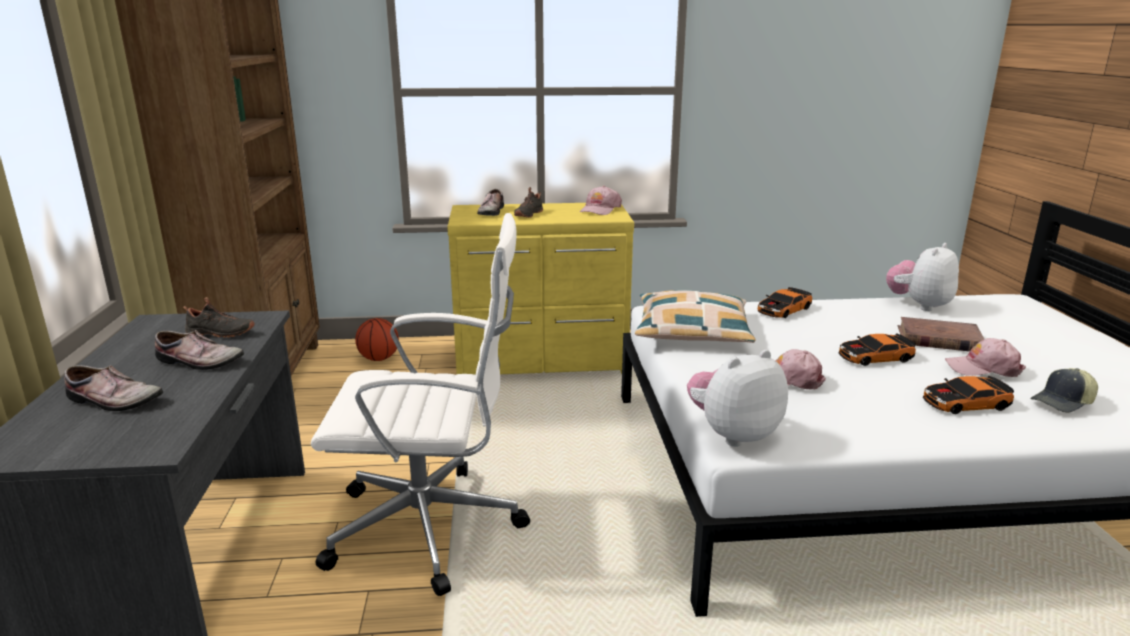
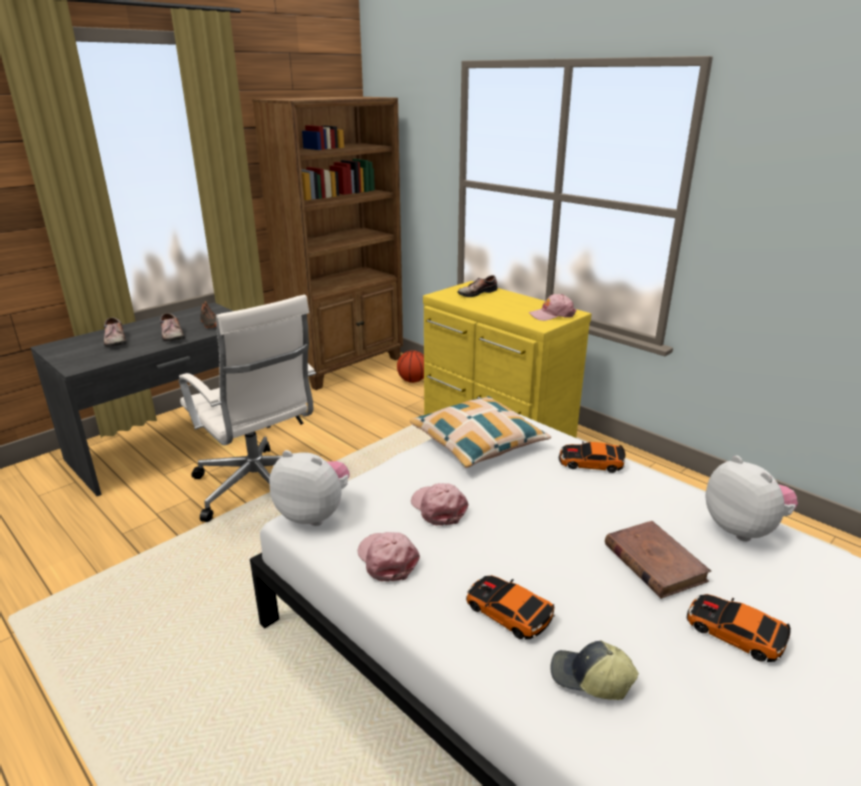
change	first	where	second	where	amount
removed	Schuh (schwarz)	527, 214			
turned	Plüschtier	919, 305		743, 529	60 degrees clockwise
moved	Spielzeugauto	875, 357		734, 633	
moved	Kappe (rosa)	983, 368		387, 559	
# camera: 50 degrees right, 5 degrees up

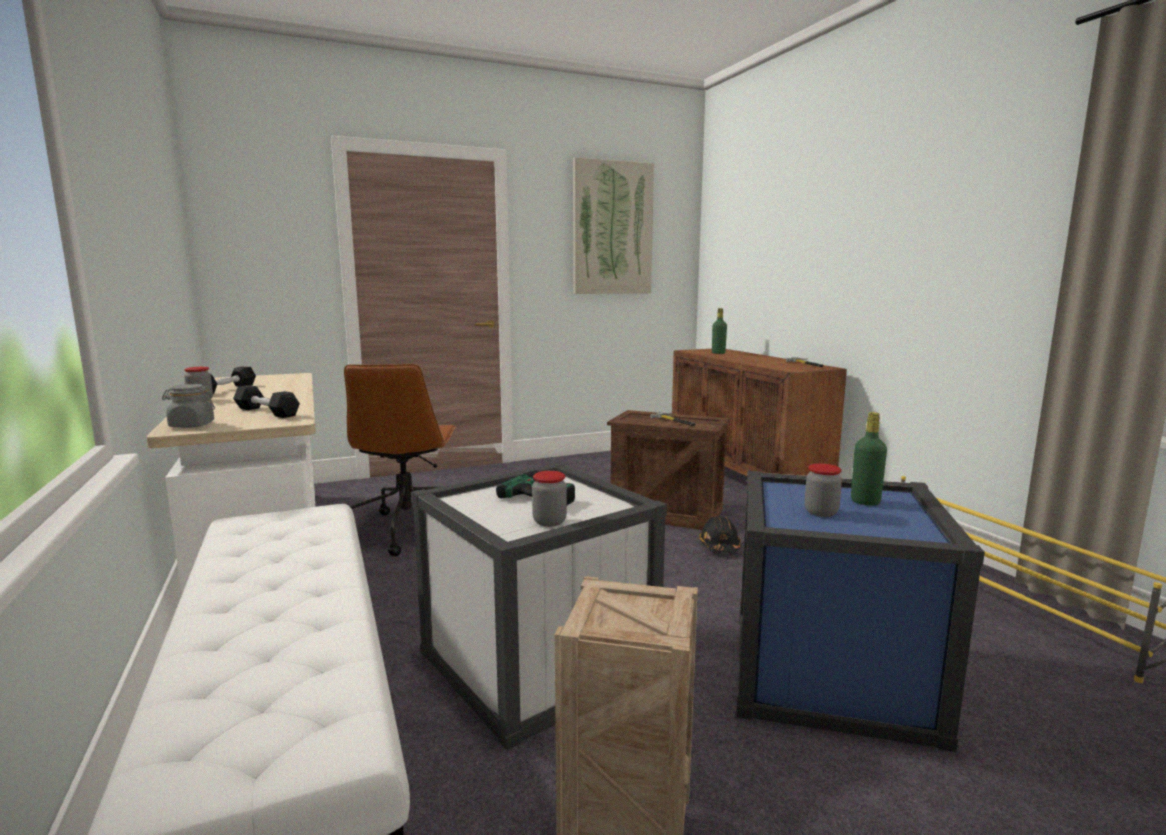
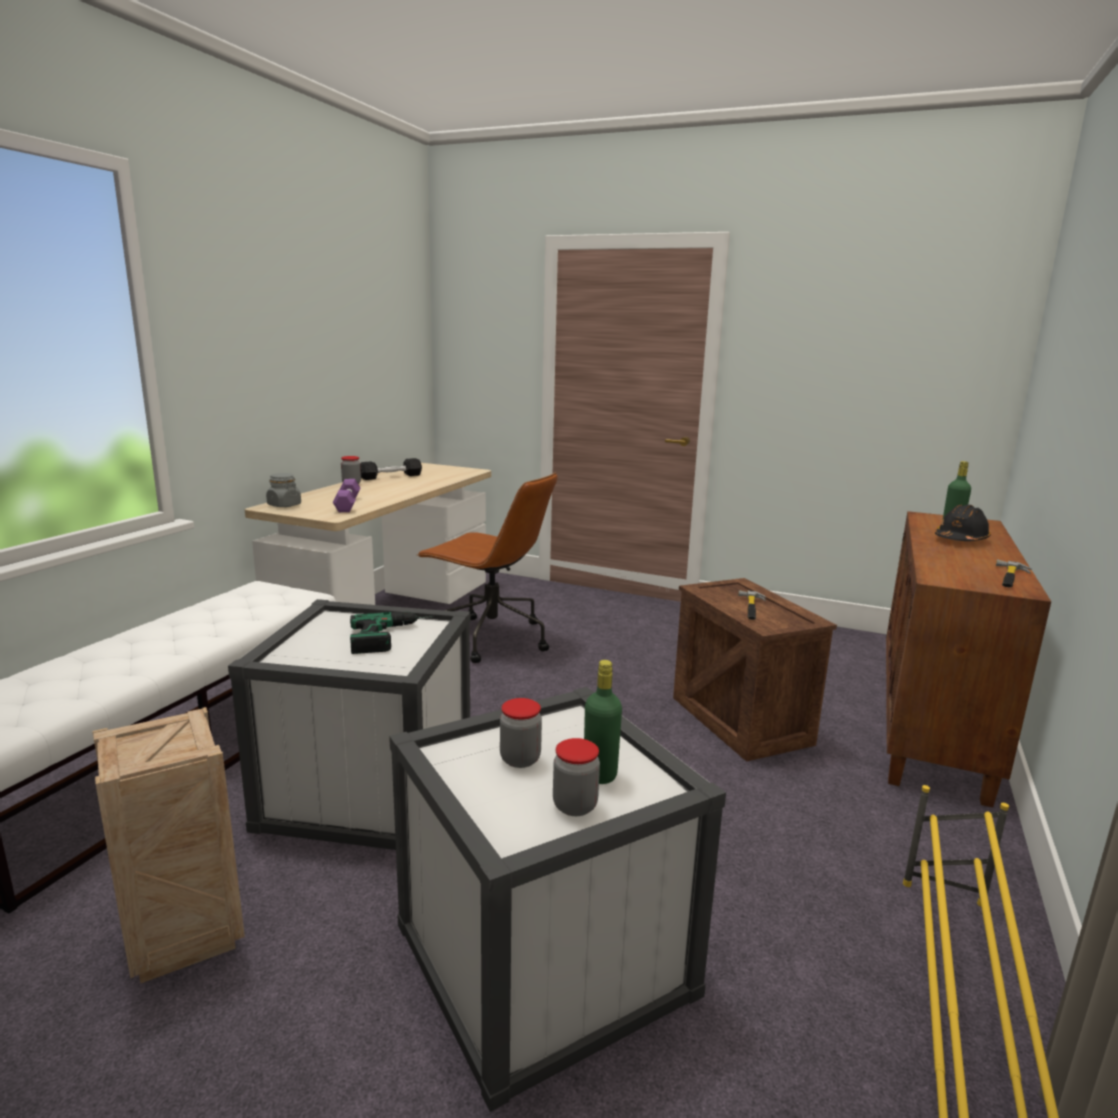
change	first	where	second	where	amount
removed	Bild	612, 228			
turned	Bürostuhl (braun)	407, 530		490, 638	105 degrees counterclockwise
recoloured	Hantel (schwarz)	267, 412	Hantel (lila)	347, 504	
moved	Vorratsglas	549, 522		575, 806	
recoloured	Aufbewahrungsbox (blau)	830, 673	Aufbewahrungsbox (weiß)	544, 959	
moved	Schutzhelm (schwarz)	719, 546		960, 540	
# camera: 45 degrees right, 5 degrees up

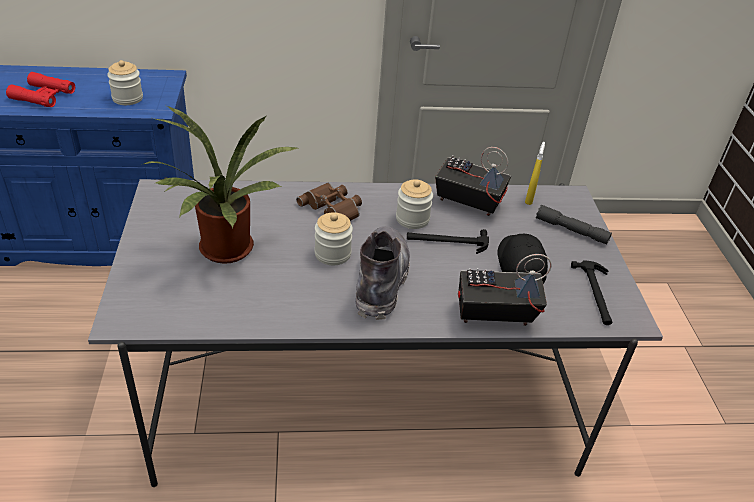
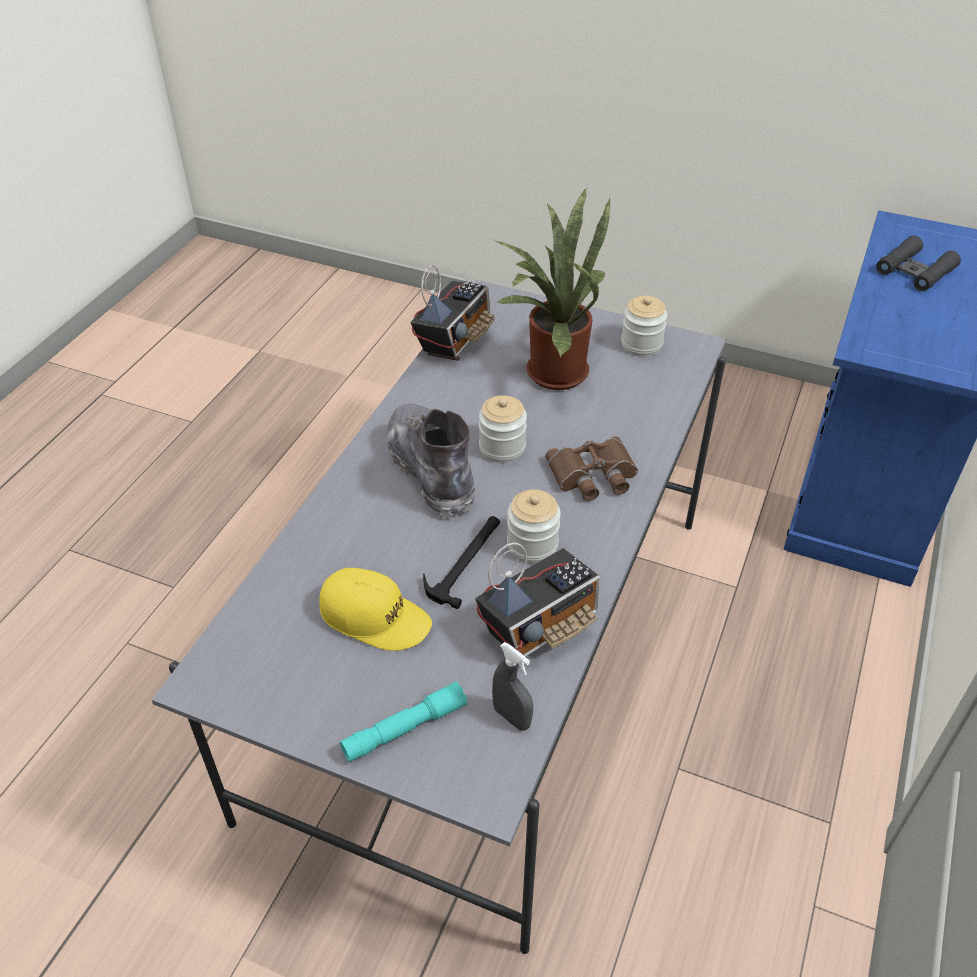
change	first	where	second	where	amount
moved	Vorratsglas	127, 98		641, 344	
recoloured	Fernglas (rot)	43, 96	Fernglas (schwarz)	915, 271	
recoloured	Sprühflasche (gelb)	529, 199	Sprühflasche (grau)	512, 717	
recoloured	Taschenlampe (grau)	571, 230	Taschenlampe (türkis)	404, 728	
turned	Stiefel (grau)	380, 281		431, 470	150 degrees counterclockwise
recoloured	Kappe (schwarz)	520, 264	Kappe (gelb)	375, 617	
moved	Radio	493, 315		455, 340	
removed	Hammer	596, 294			
# camera: 120 degrees right, 5 degrees up

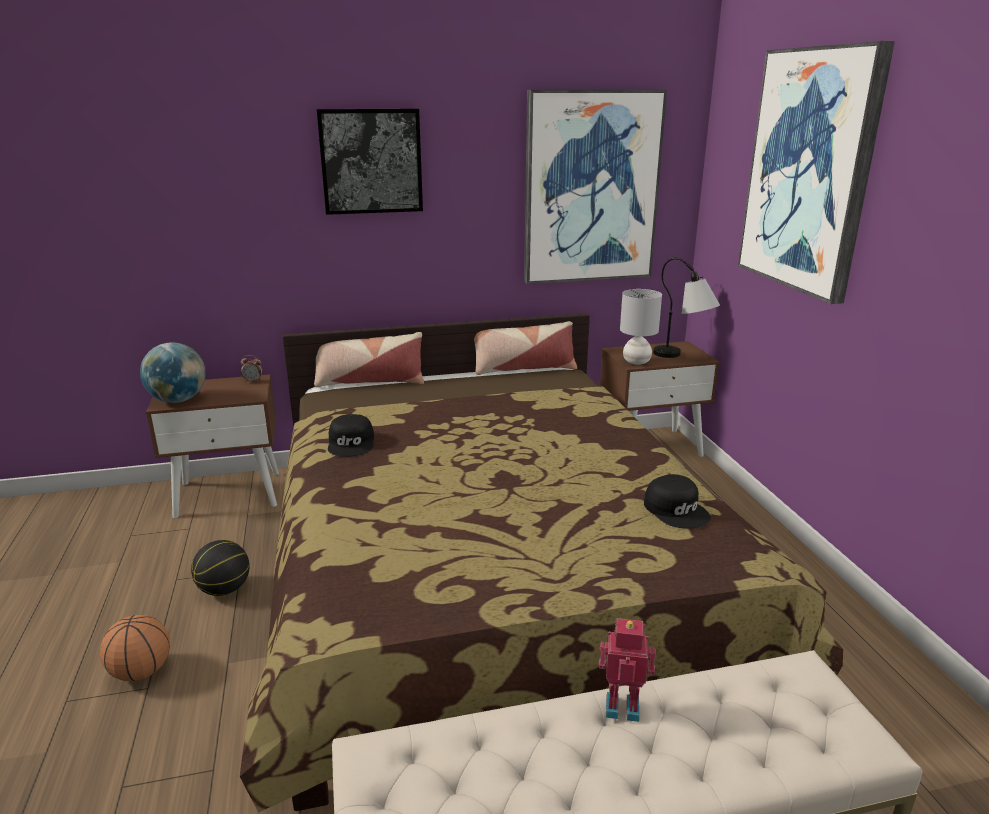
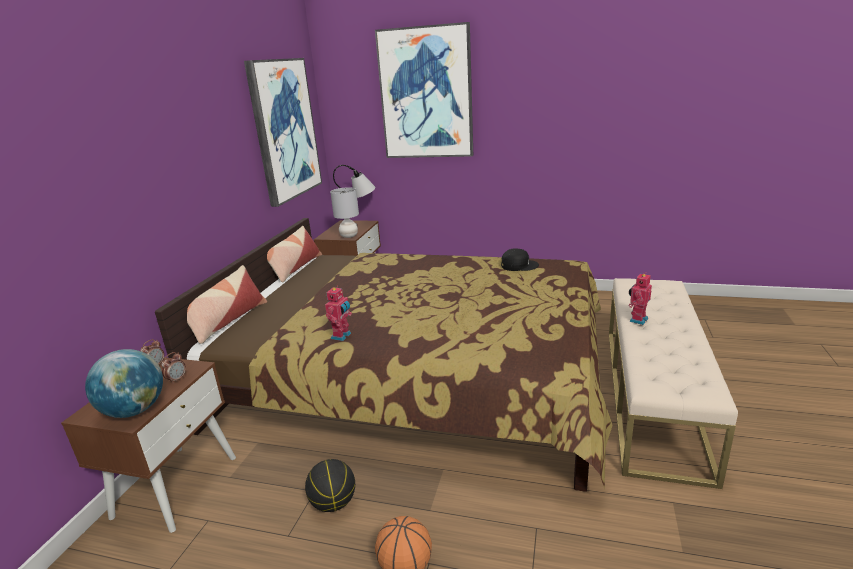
change	first	where	second	where	amount
removed	Bild	371, 161			
replaced	Kappe (schwarz)	352, 443	Spielzeugroboter	342, 336	
added			Wecker	177, 379	
# camera: 60 degrees left, 0 degrees up

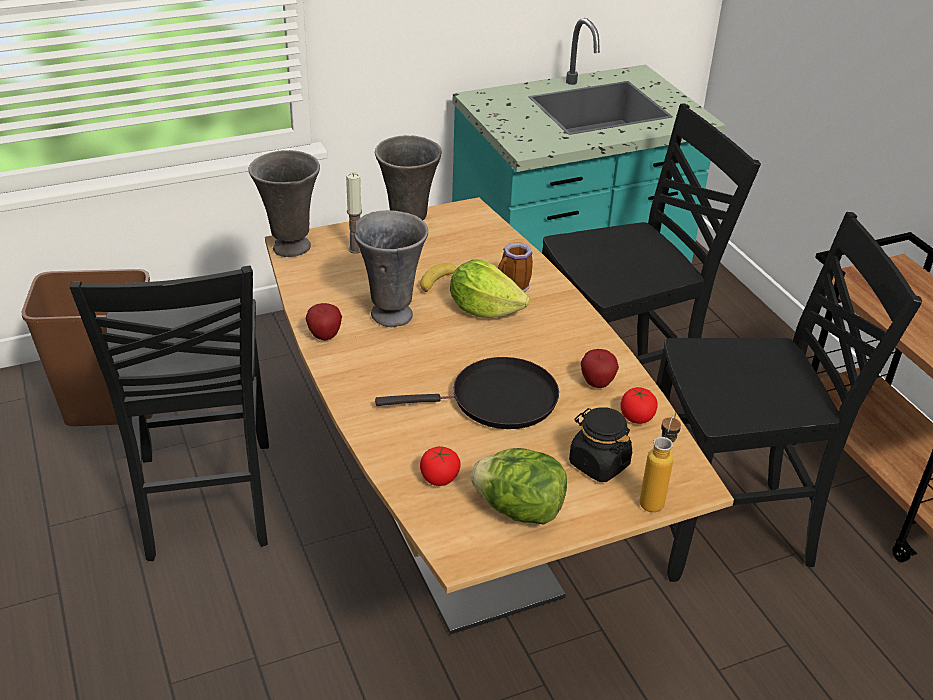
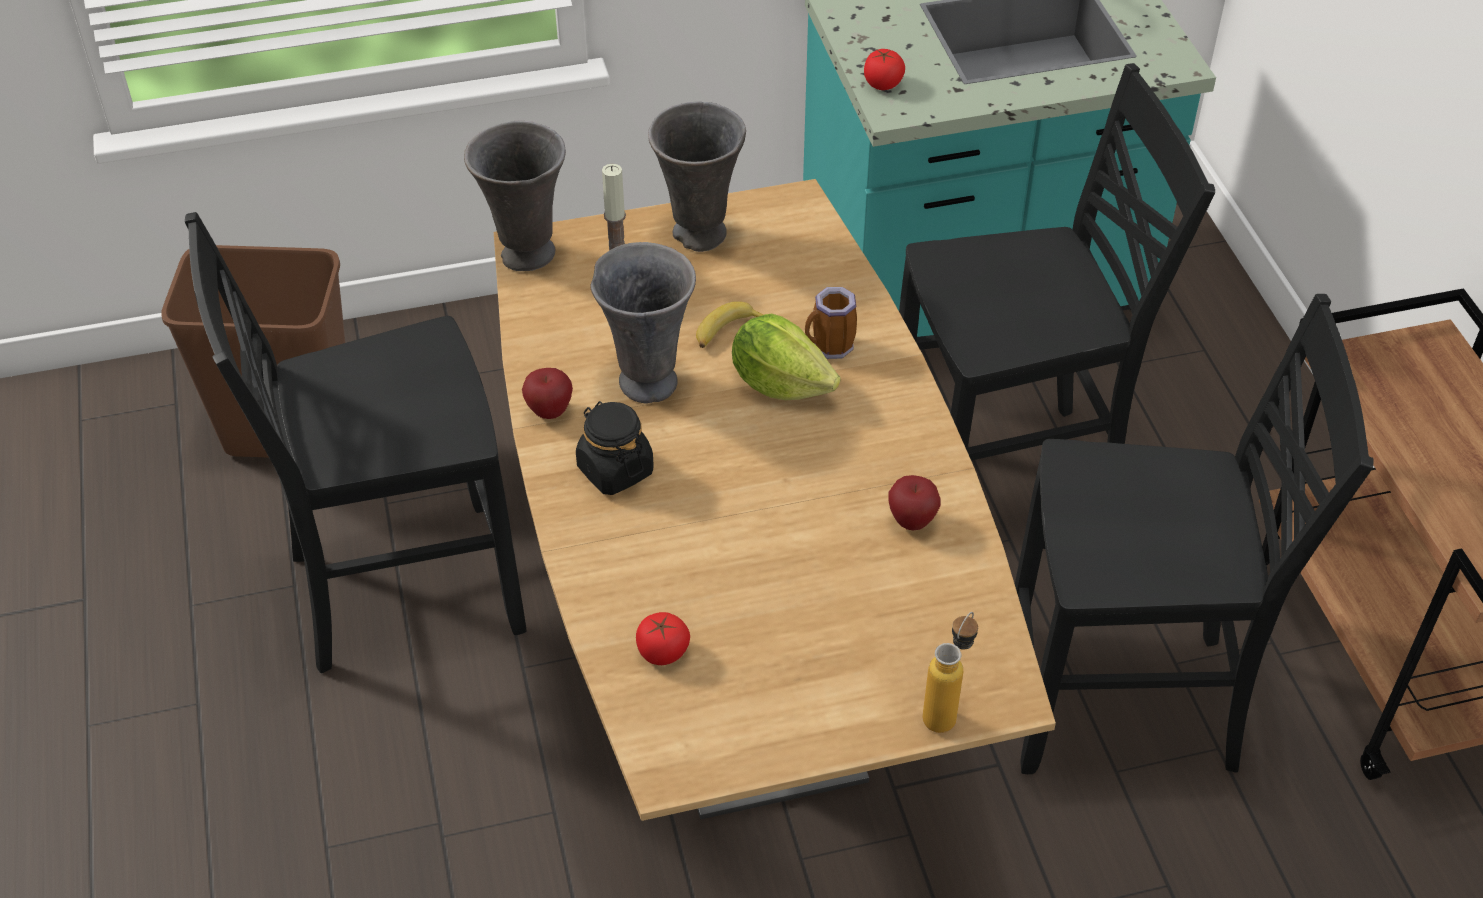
change	first	where	second	where	amount
turned	Stuhl (schwarz)	205, 502		401, 589	75 degrees clockwise
removed	Pfanne (schwarz)	496, 400			
moved	Tomate	636, 417		883, 84	
moved	Vorratsglas (schwarz)	598, 464		615, 470	
removed	Salatkopf	519, 510			
# camera: 10 degrees right, 10 degrees up

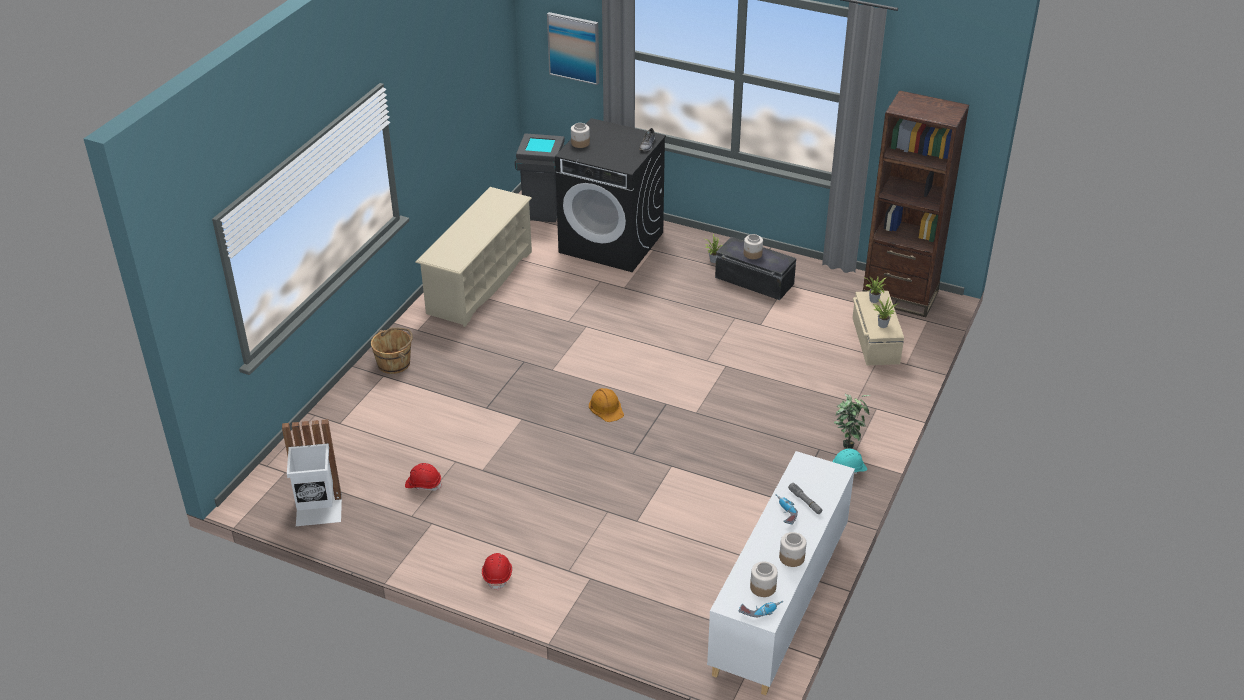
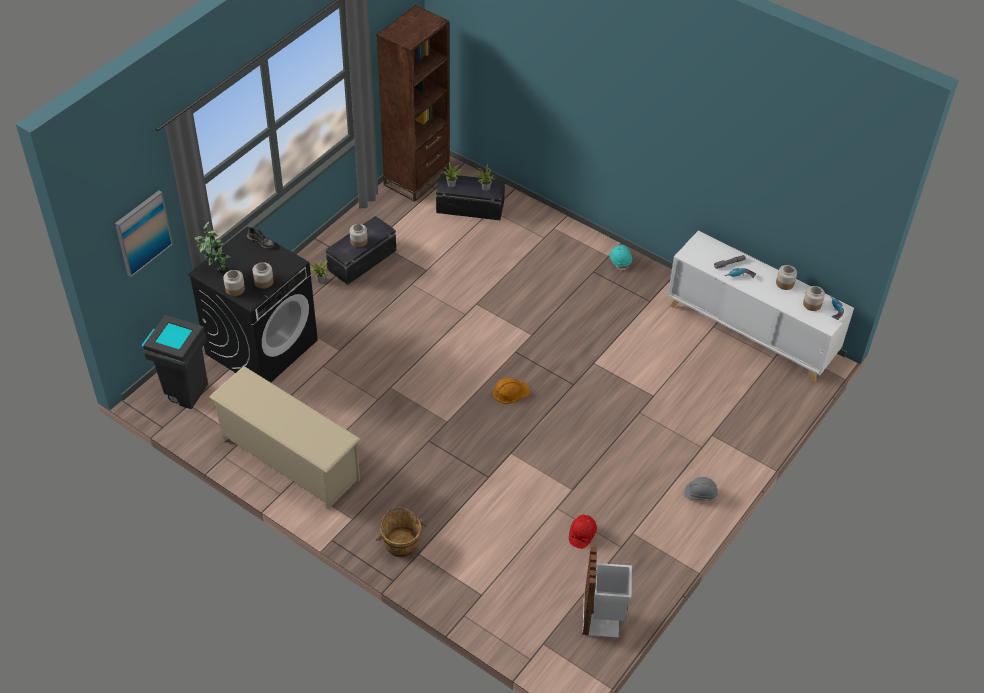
change	first	where	second	where	amount
recoloured	Aufbewahrungsbox (beige)	874, 340	Aufbewahrungsbox (schwarz)	470, 207	
moved	Topfpflanze	848, 442		216, 270	
recoloured	Schutzhelm (rot)	497, 575	Schutzhelm (grau)	700, 494	
added			Vorratsglas	263, 282	
# camera: 80 degrees left, 10 degrees up

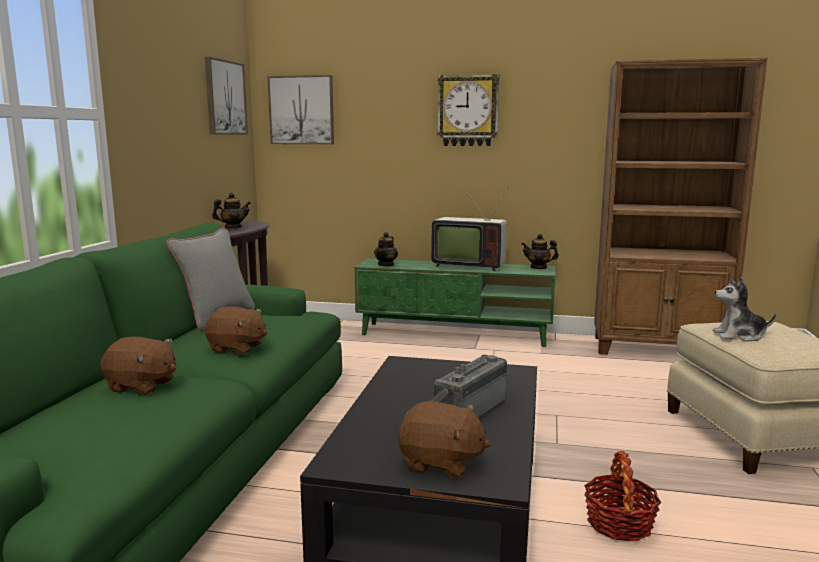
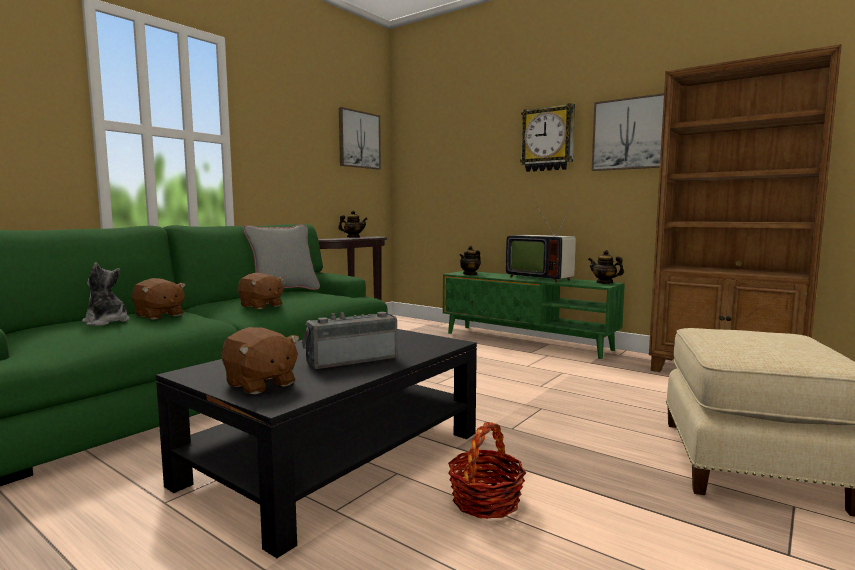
change	first	where	second	where	amount
moved	Bild	301, 110		628, 134	
moved	Plüschtier	739, 336		106, 322	
# camera: 25 degrees right, 5 degrees down

